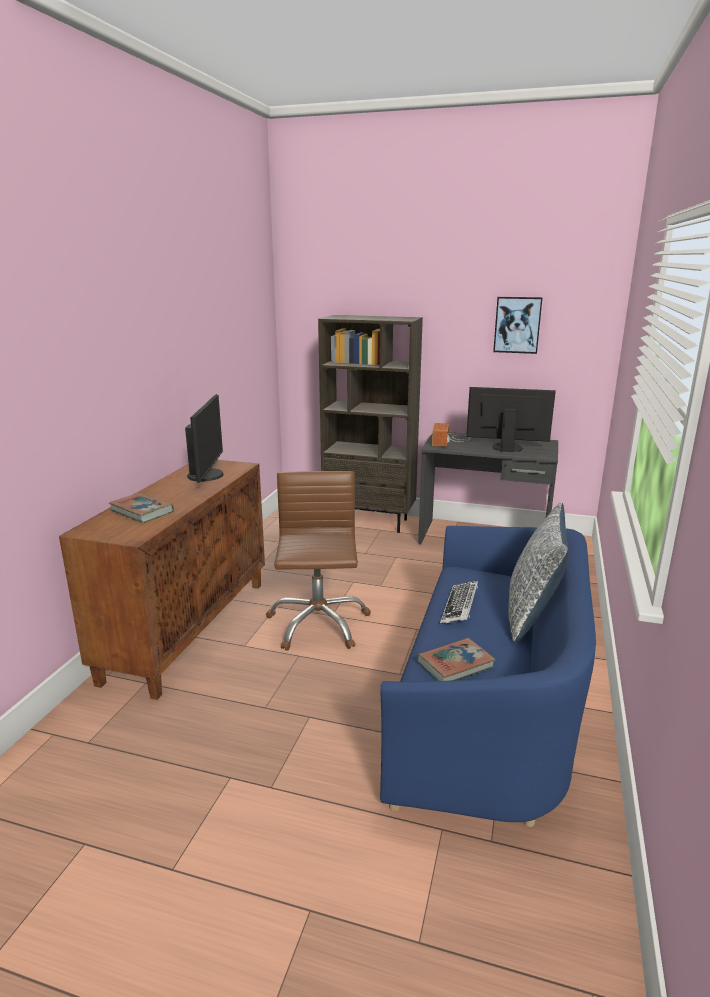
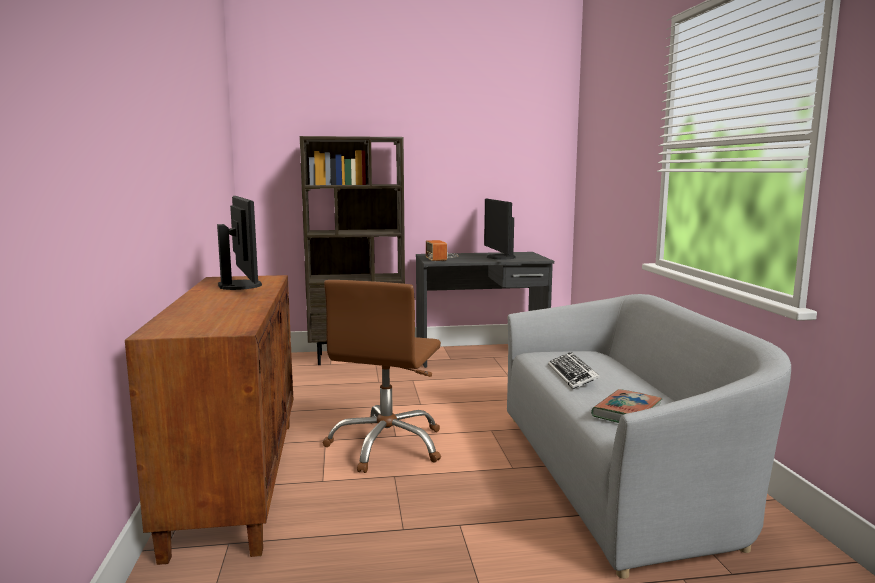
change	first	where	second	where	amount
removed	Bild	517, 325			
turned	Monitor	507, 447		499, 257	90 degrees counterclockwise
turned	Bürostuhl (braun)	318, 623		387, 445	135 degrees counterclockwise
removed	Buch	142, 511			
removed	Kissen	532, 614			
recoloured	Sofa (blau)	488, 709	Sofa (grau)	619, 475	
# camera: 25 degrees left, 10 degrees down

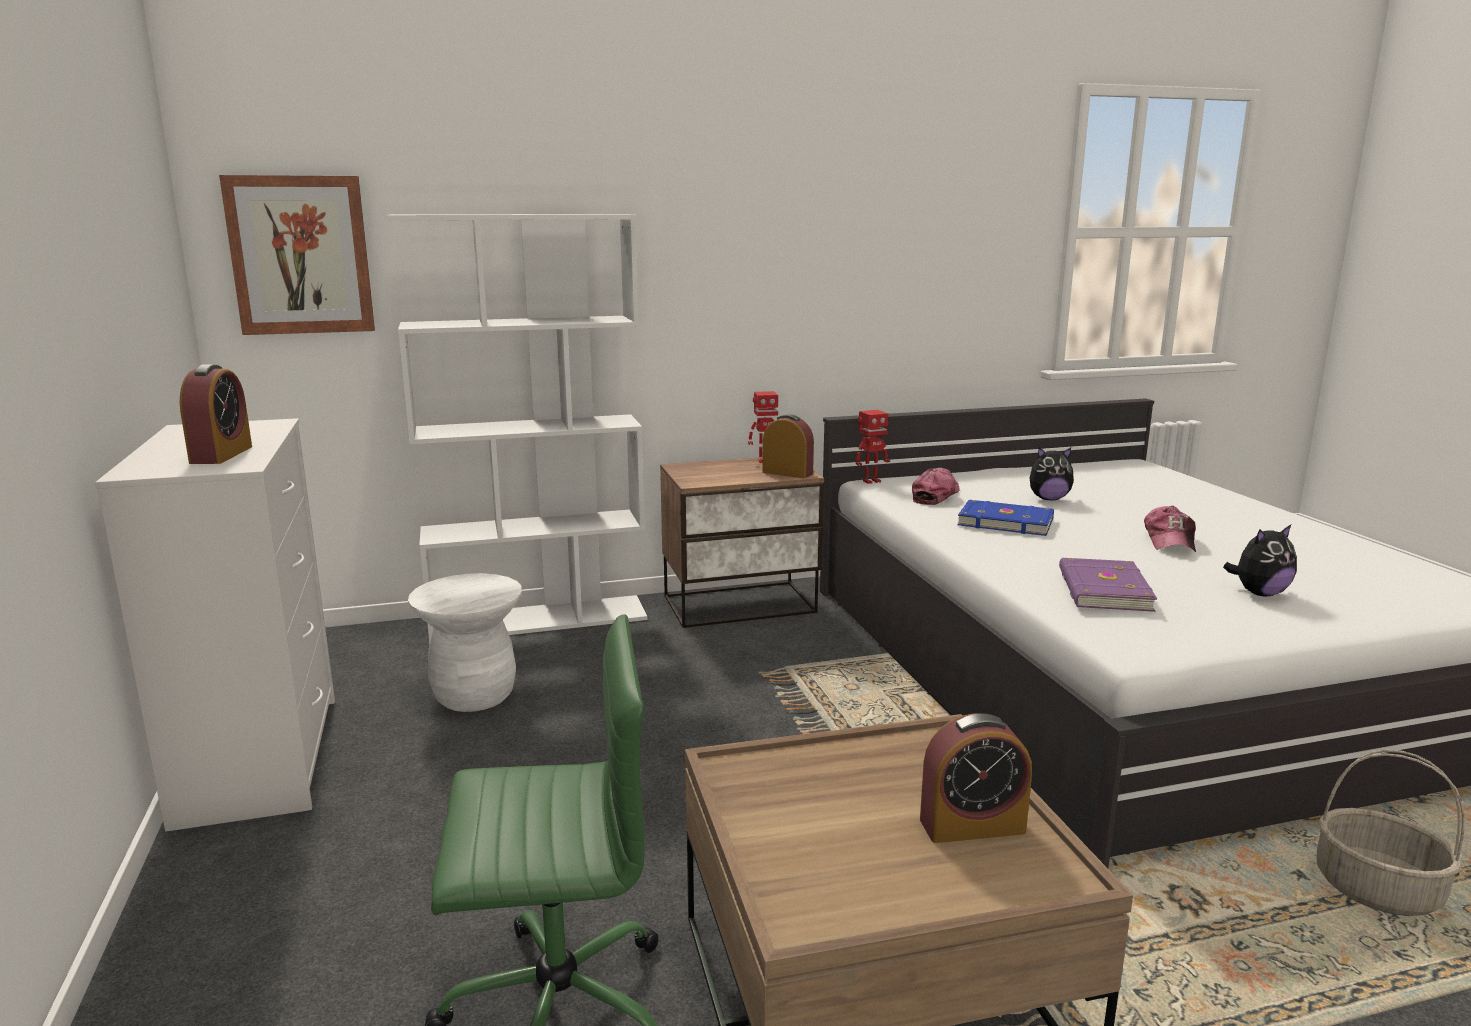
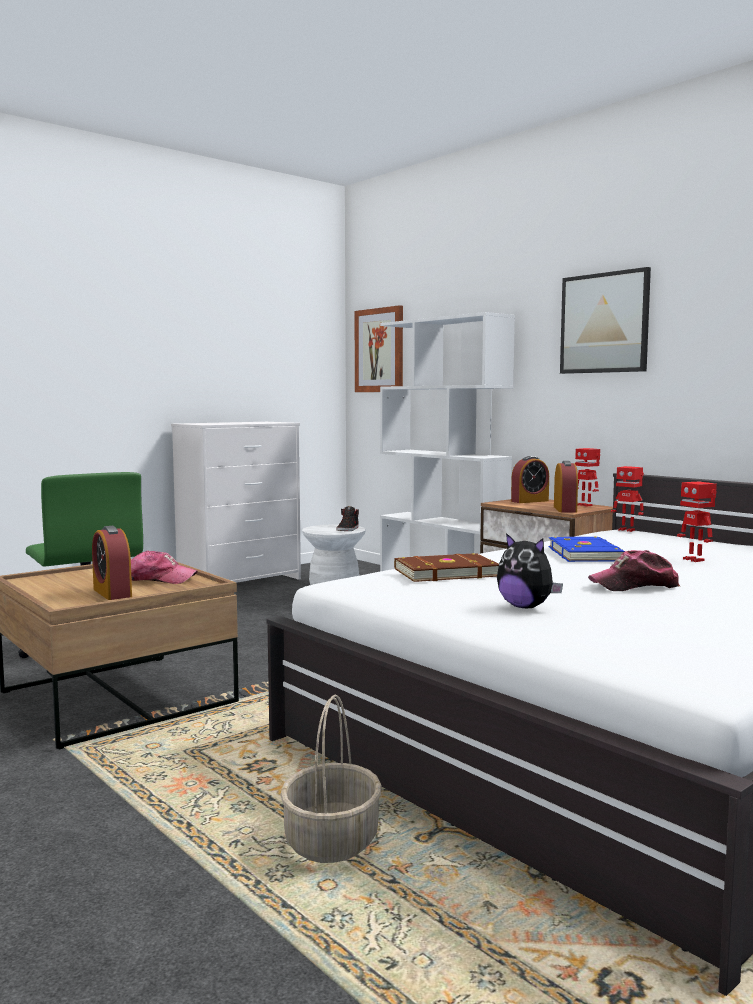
change	first	where	second	where	amount
moved	Wecker	221, 454		529, 501	
replaced	Plüschtier	1048, 499	Spielzeugroboter	694, 560	
moved	Kappe	935, 495		157, 580	
recoloured	Buch (lila)	1102, 590	Buch (braun)	445, 572	
added			Bild	604, 323	
added			Schuh (schwarz)	348, 529	
# camera: 65 degrees right, 10 degrees down

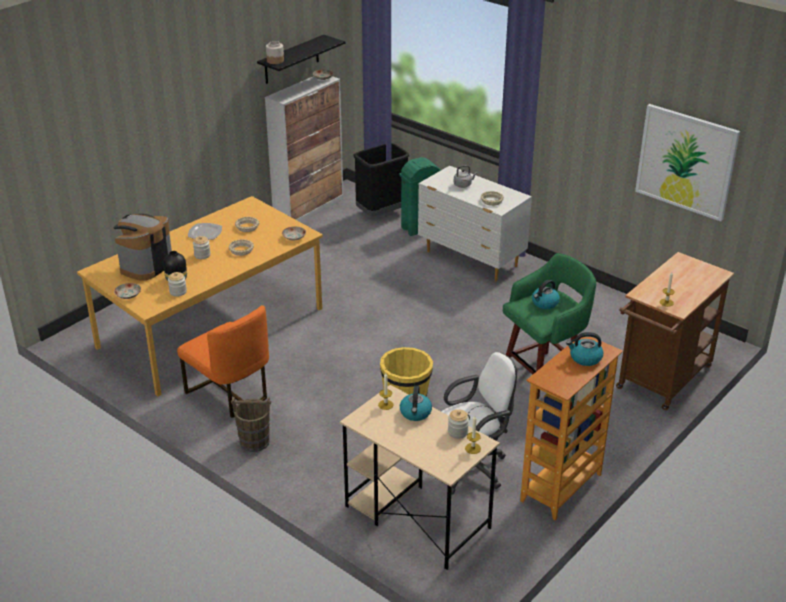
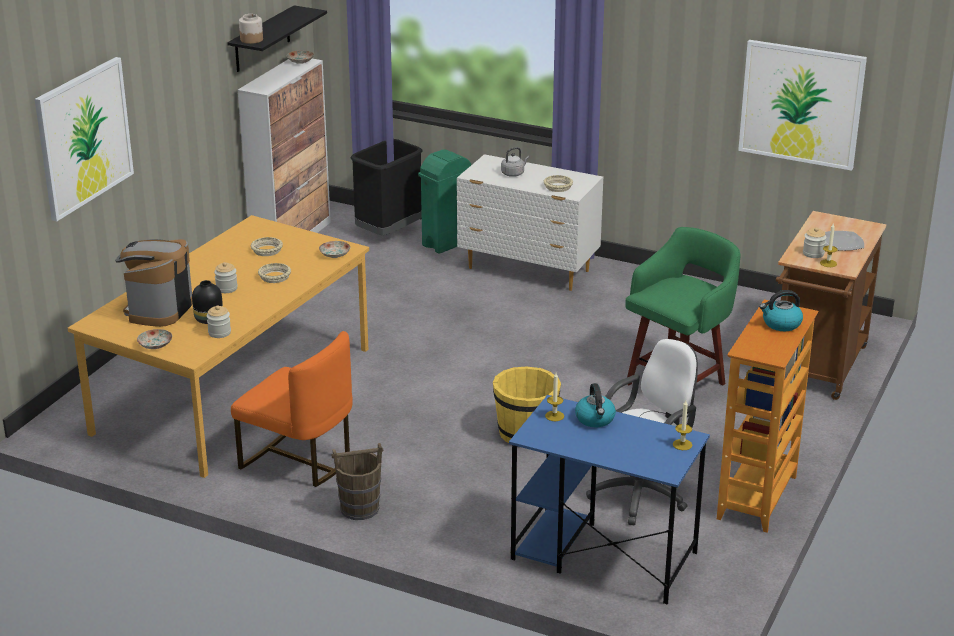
change	first	where	second	where	amount
moved	Teller	205, 233		841, 242	
removed	Wasserkessel	544, 303			
recoloured	Schreibtisch (beige)	416, 516	Schreibtisch (blau)	602, 555	
moved	Vorratsglas	457, 432		813, 253	
added			Bild	84, 137	
# camera: 15 degrees left, 5 degrees down

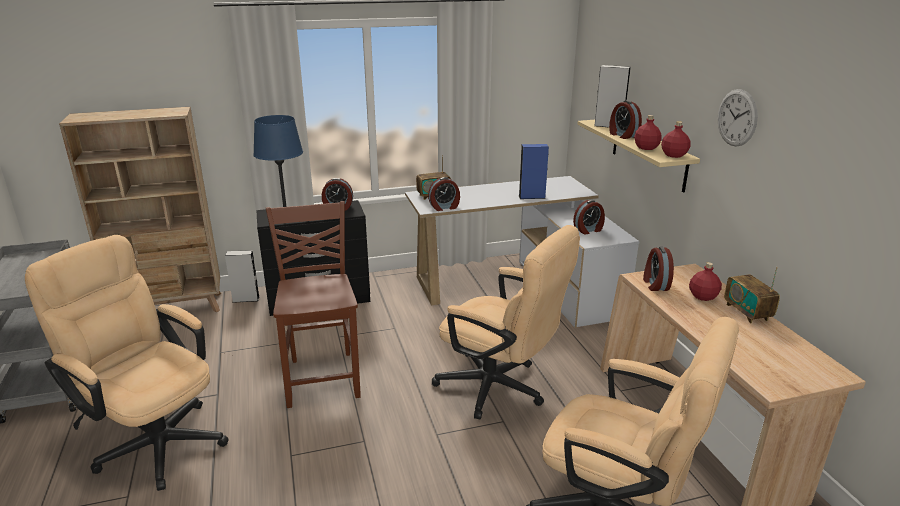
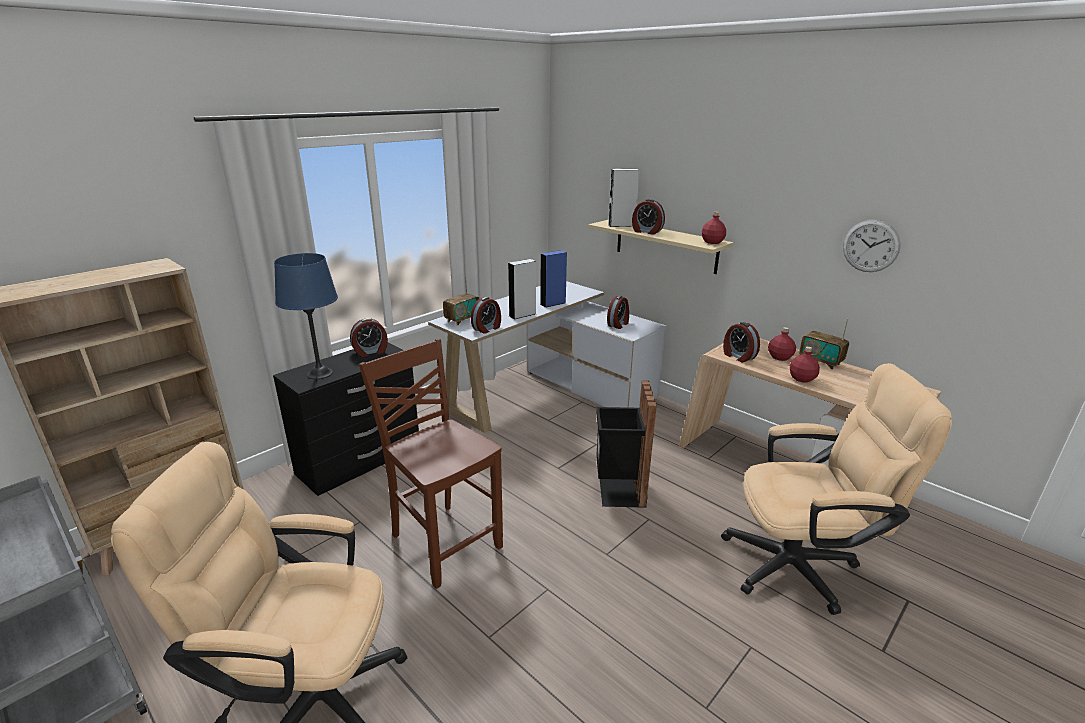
change	first	where	second	where	amount
moved	Wanduhr	737, 118		870, 246	
moved	Flasche (rot)	646, 148		802, 378	
replaced	Bürostuhl (beige)	500, 389	Mülleimer (schwarz)	619, 491	
moved	Lautsprecher (grau)	246, 299		522, 315	
# camera: 30 degrees left, 0 degrees up

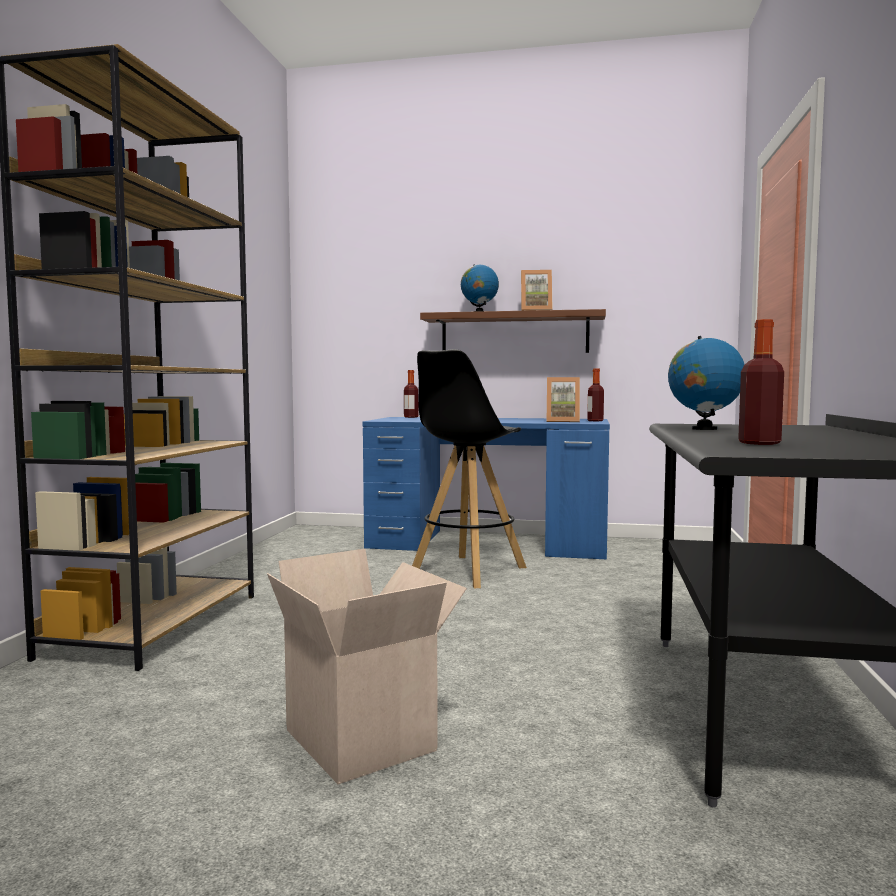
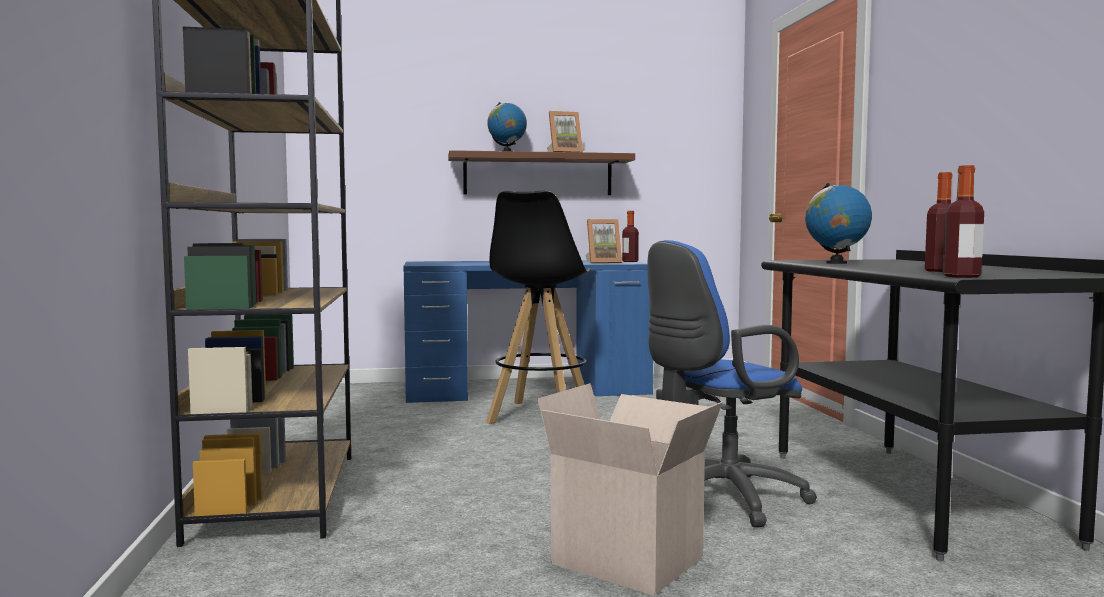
change	first	where	second	where	amount
moved	Flasche	411, 417		961, 276	
added			Bürostuhl (blau)	719, 499	
# camera: 20 degrees left, 0 degrees up

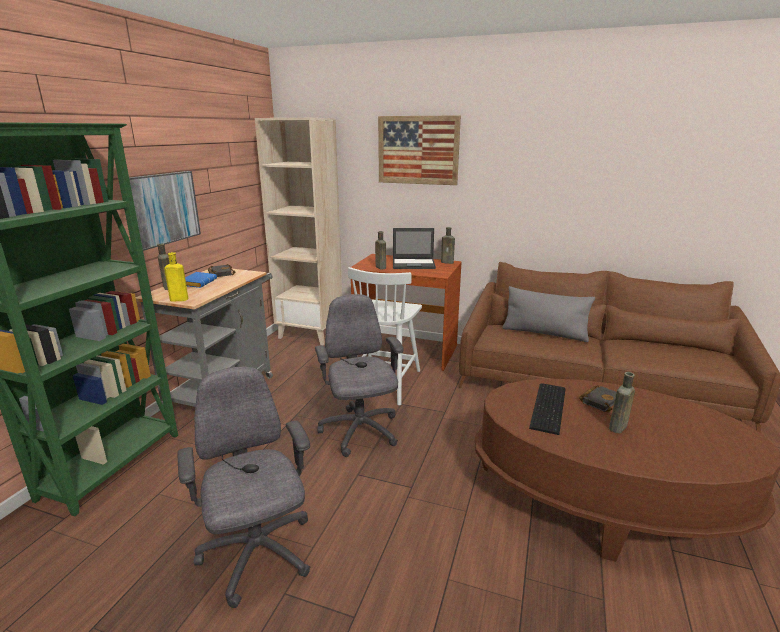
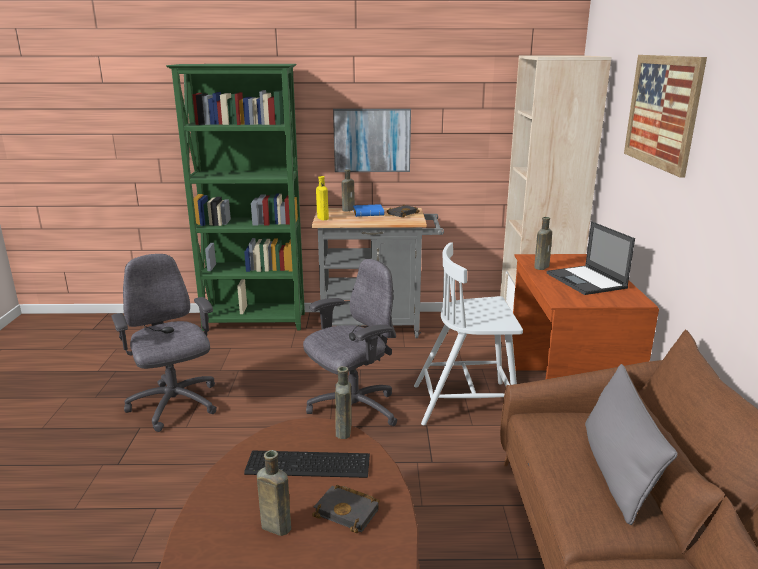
change	first	where	second	where	amount
moved	Flasche (braun)	448, 262		343, 432	
turned	Bürostuhl (grau)	257, 555		175, 405	75 degrees counterclockwise
# camera: 70 degrees right, 0 degrees up

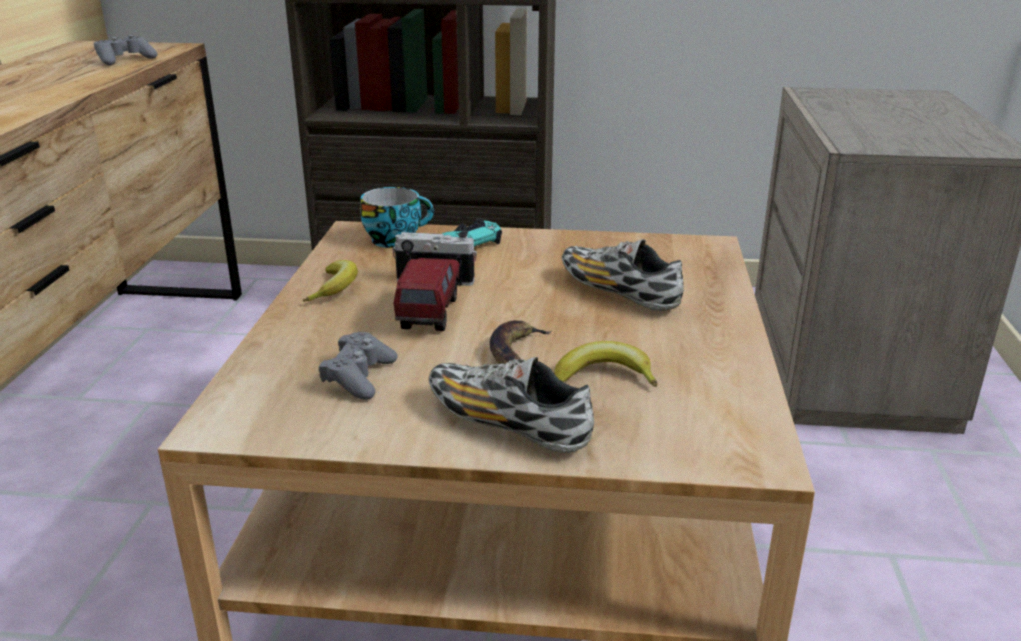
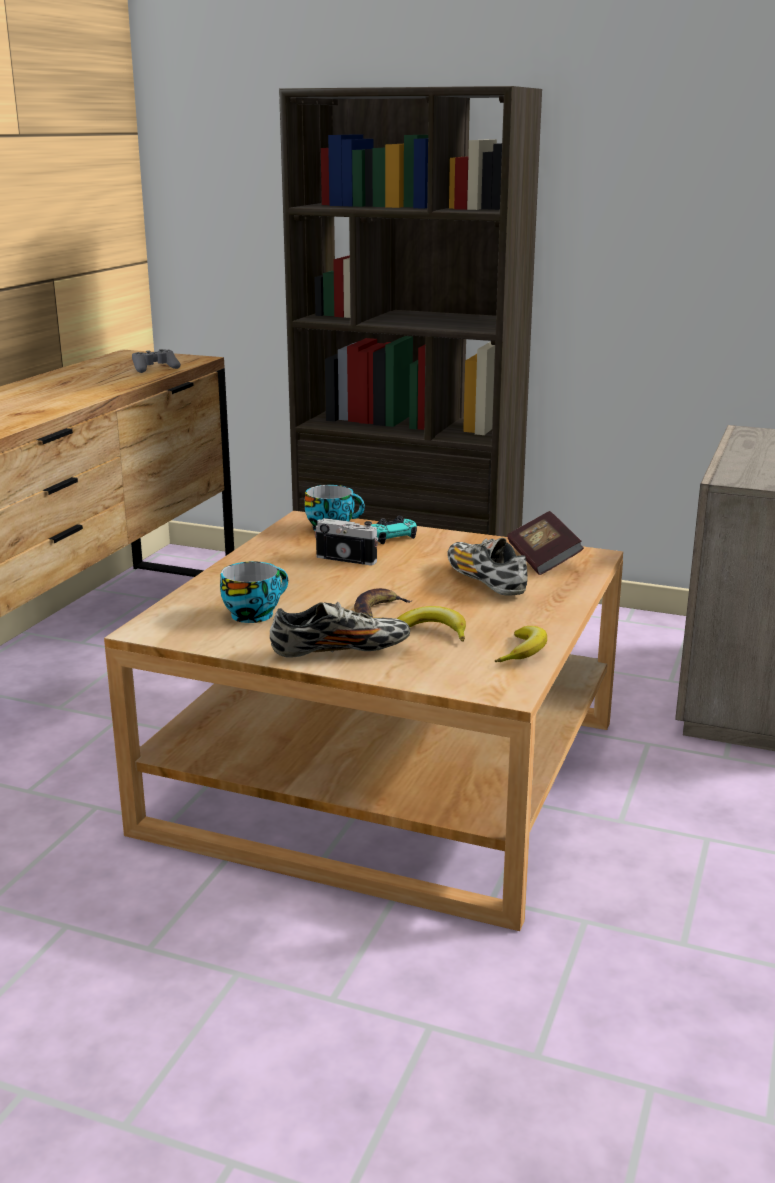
change	first	where	second	where	amount
removed	Spielzeuglaster	429, 315			
moved	Banane	335, 288		524, 652	
replaced	Gamepad (grau)	359, 377	Tasse	254, 614	
turned	Schuh	506, 425		340, 651	120 degrees clockwise
added			Buch	543, 559	
# camera: 15 degrees right, 5 degrees down

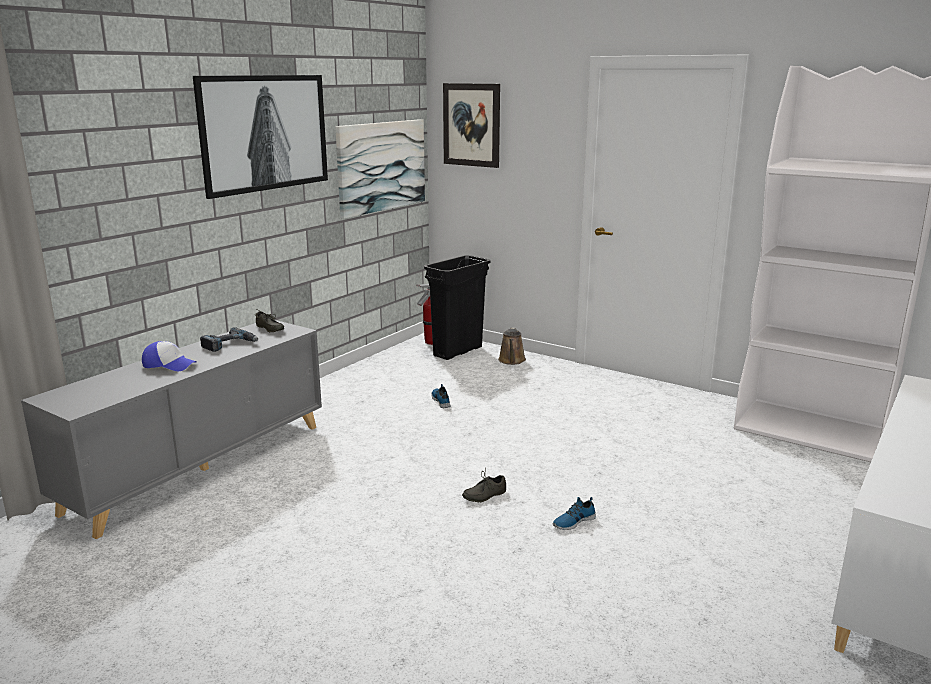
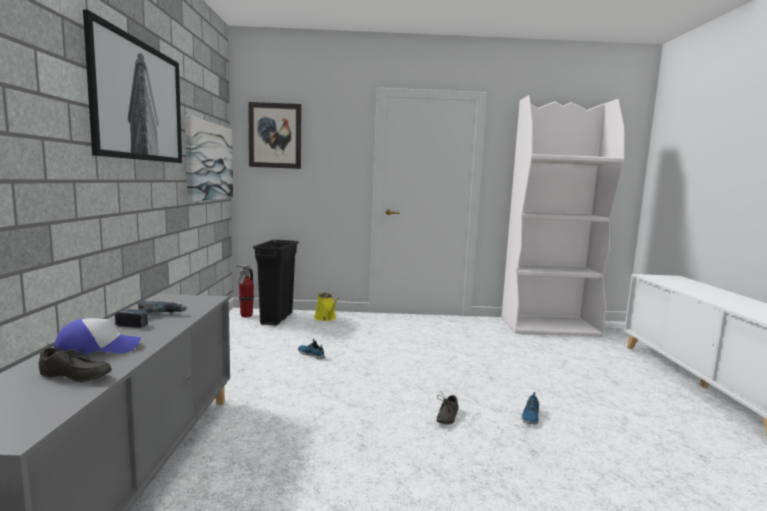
change	first	where	second	where	amount
moved	Schuh (grau)	269, 329		73, 377	
recoloured	Gießkanne (braun)	512, 361	Gießkanne (gelb)	326, 318	
# camera: 35 degrees left, 10 degrees down

